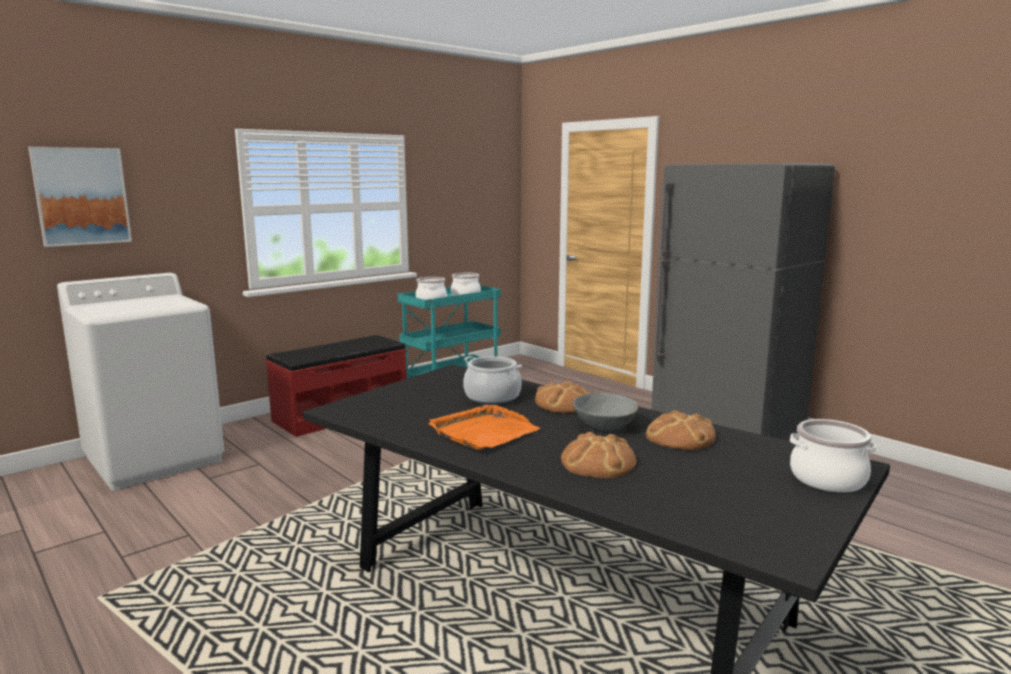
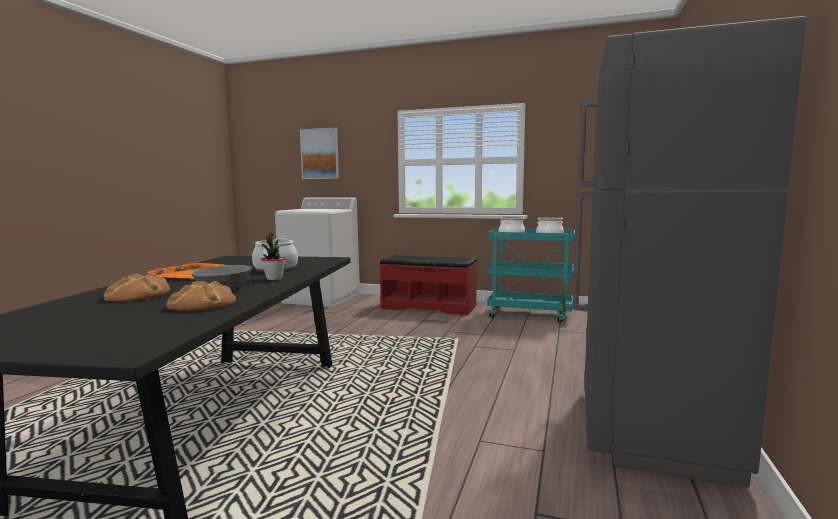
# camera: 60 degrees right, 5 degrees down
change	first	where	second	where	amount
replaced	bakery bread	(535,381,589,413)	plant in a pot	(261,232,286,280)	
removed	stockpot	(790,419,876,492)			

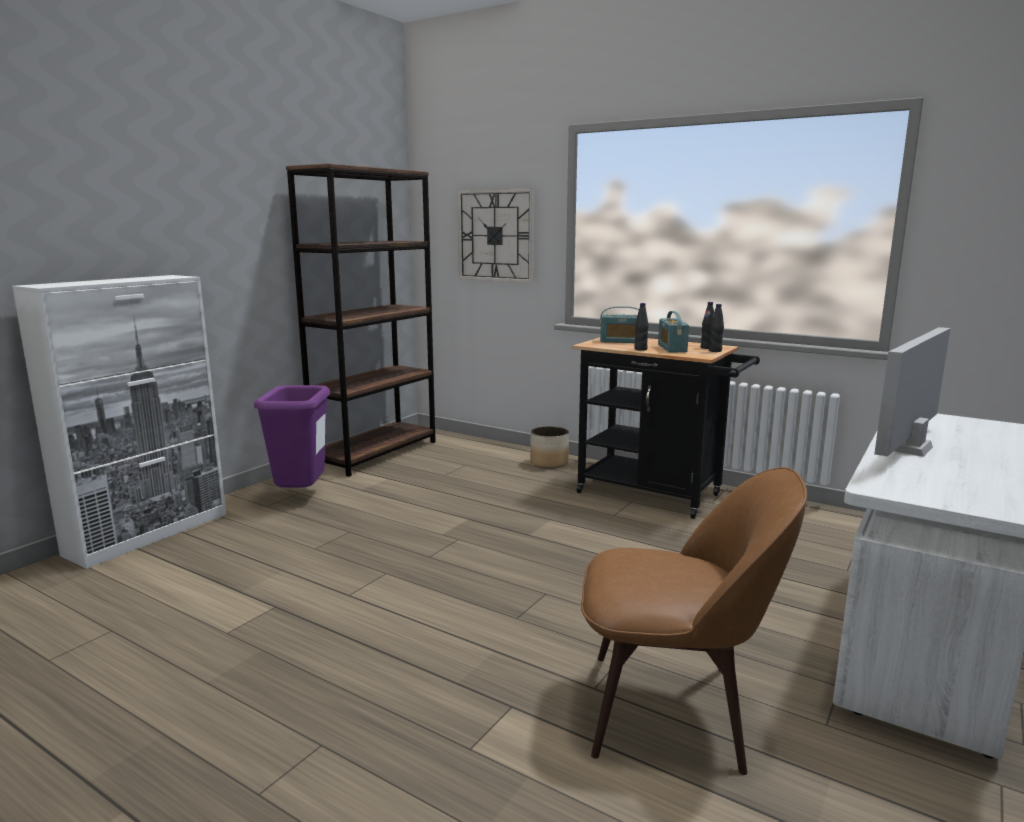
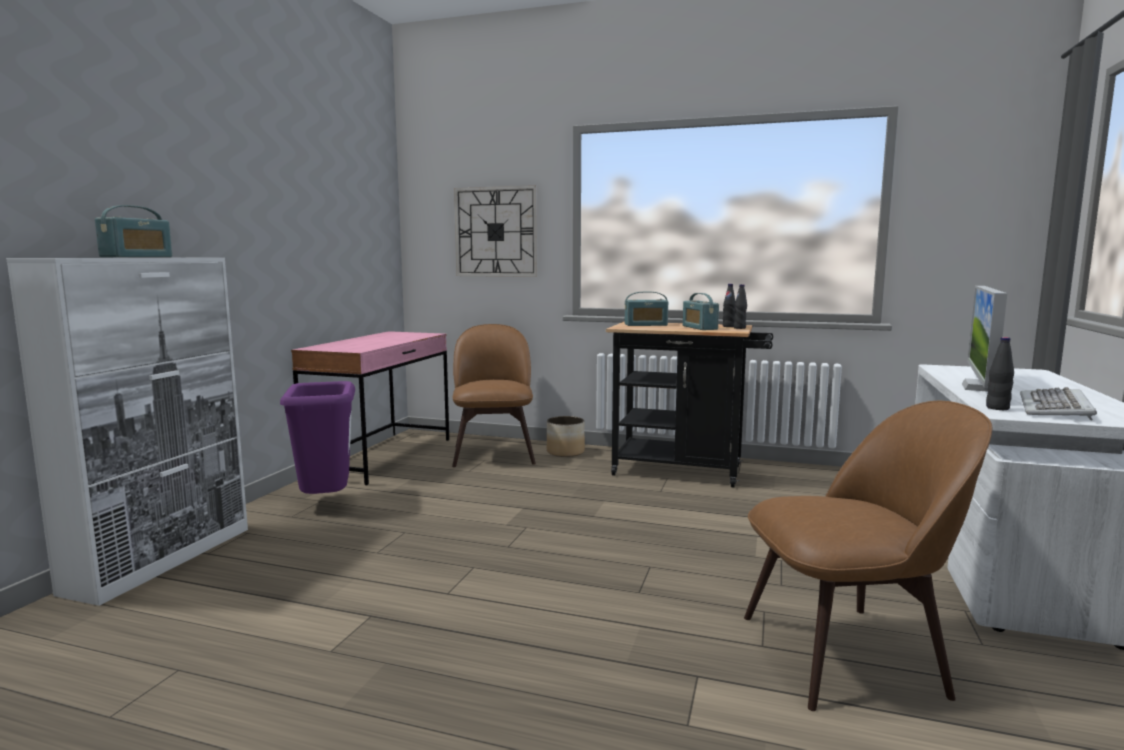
# camera: 15 degrees left, 5 degrees down
change	first	where	second	where	amount
added			radio set	(95,205,172,257)	
replaced	bookcase in brownish	(286,164,436,477)	desk table in pink	(291,331,449,485)	
added			upright chair in brownish	(452,324,536,467)	
moved	drink bottle in blackish	(634,303,649,351)		(986,337,1014,410)	
added			PC keyboard	(1020,387,1097,420)	

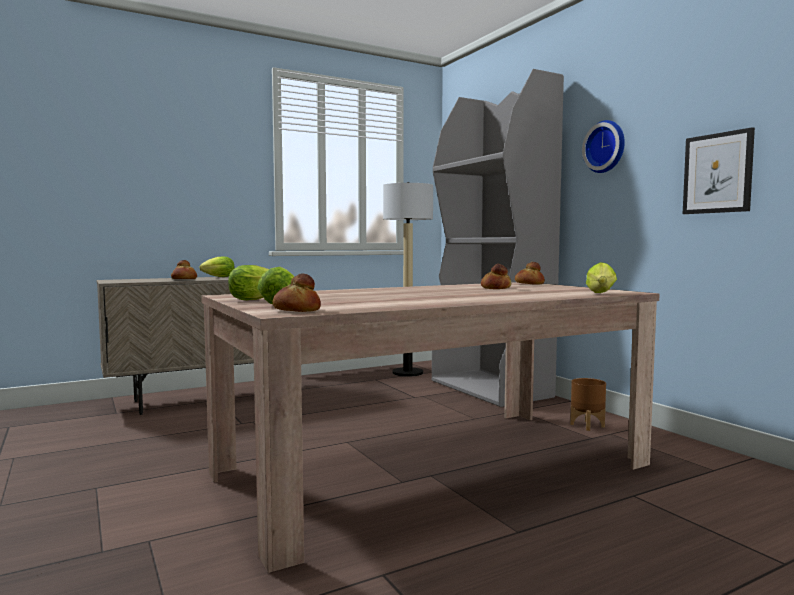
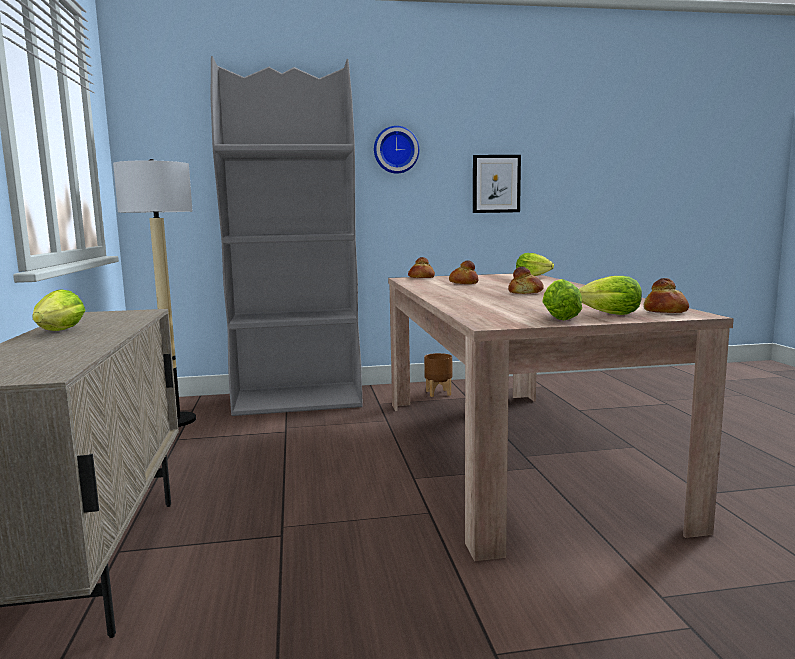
# camera: 70 degrees left, 5 degrees up
change	first	where	second	where	amount
moved	bakery bread	(171,260,197,279)		(508,267,544,294)	

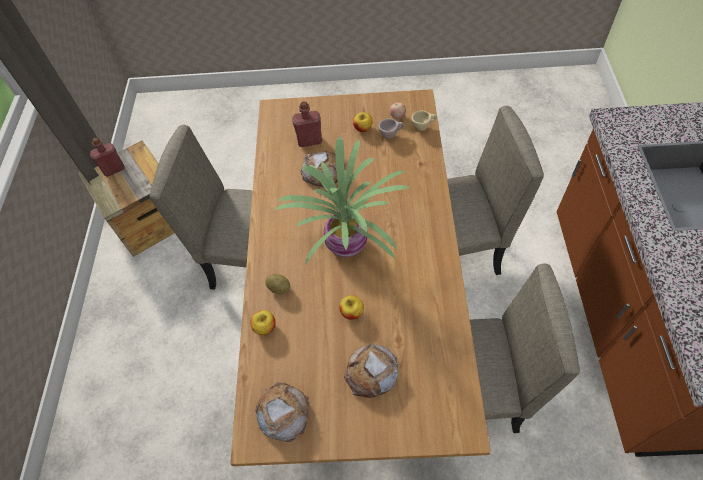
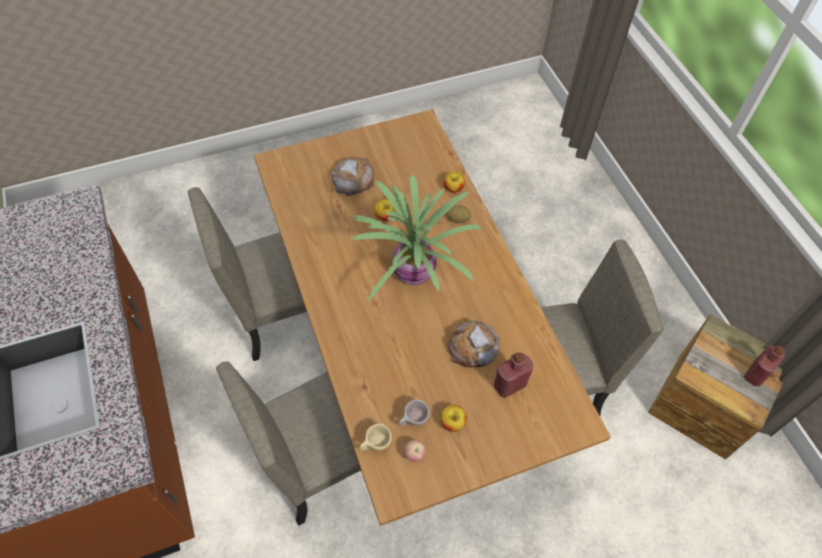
# camera: 155 degrees right, 0 degrees up
change	first	where	second	where	amount
removed	bakery bread	(255,383,309,442)			

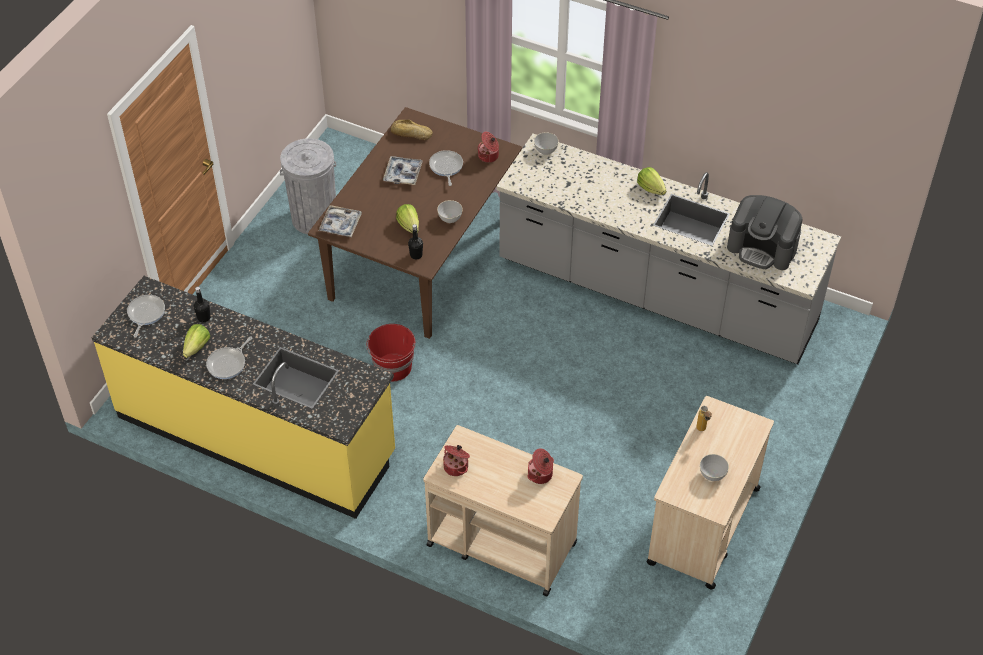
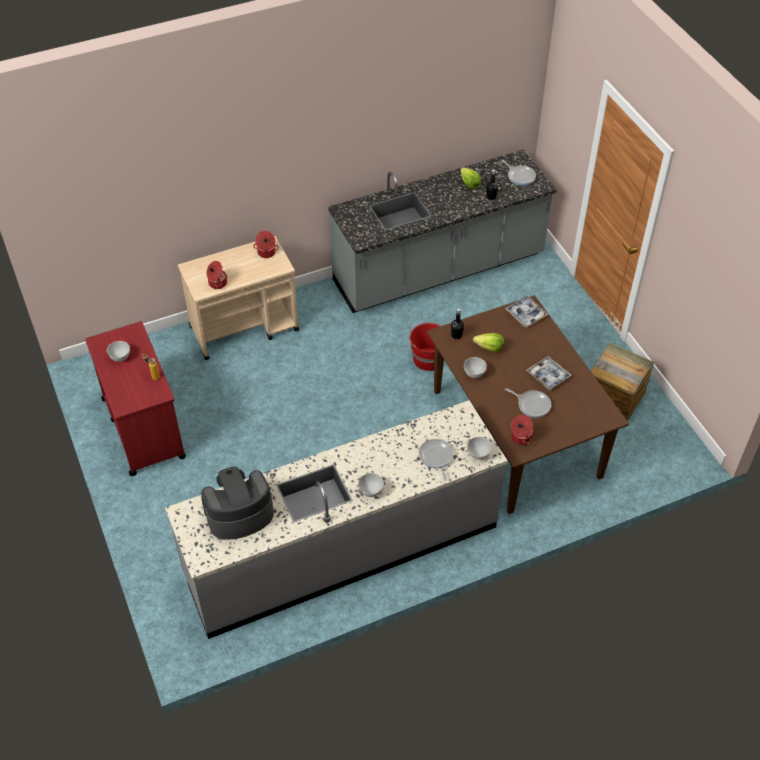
# camera: 130 degrees right, 0 degrees up
change	first	where	second	where	amount
recoloured	cart in beige	(646,396,774,590)	cart in reddish	(85,321,186,476)	
recoloured	counter in yellow	(91,276,395,519)	counter in greyish	(328,149,557,313)	
replaced	lettuce head	(637,167,666,195)	bowl in greyish	(358,473,384,497)	
moved	frying pan	(206,337,252,379)		(419,439,454,481)	
replaced	rubbish bin in greyish	(280,138,336,234)	shipping crate	(591,343,654,421)	
removed	bakery bread	(391,120,433,140)			

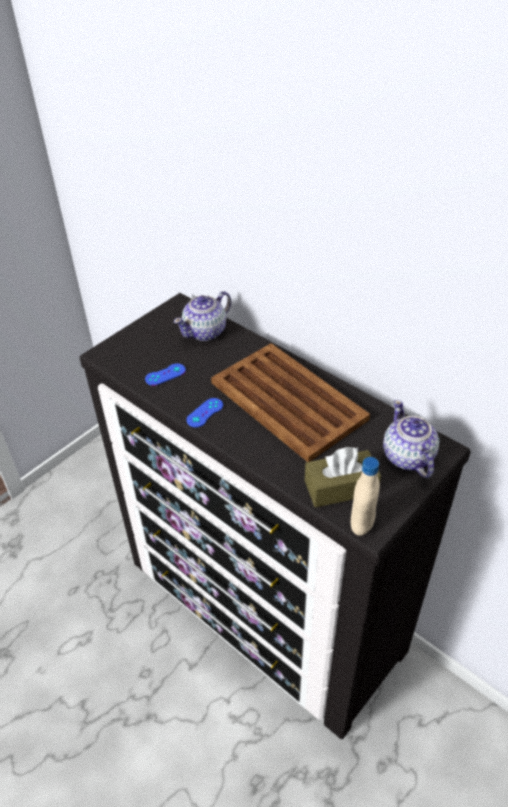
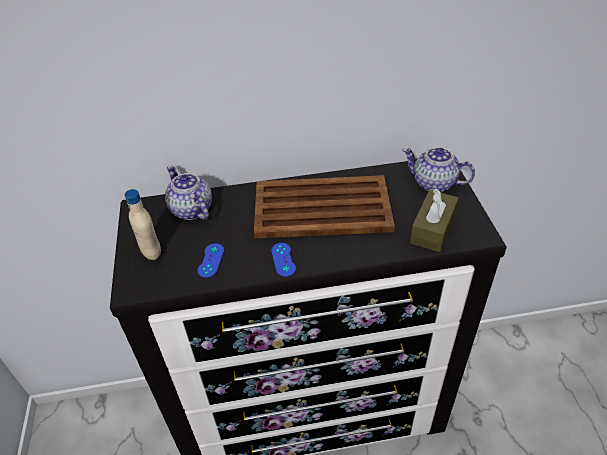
# camera: 50 degrees left, 0 degrees up
change	first	where	second	where	amount
moved	drink bottle in beige	(351,457,380,536)		(125,189,161,260)	
turned	tea pot	(174,291,231,341)		(165,166,212,220)	150 degrees clockwise

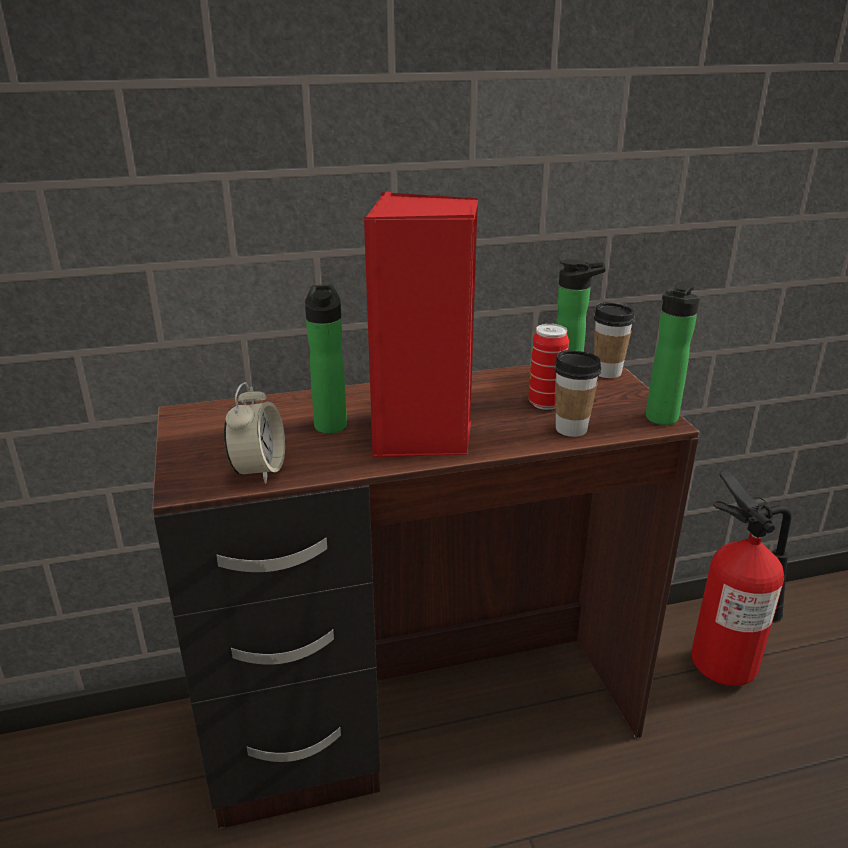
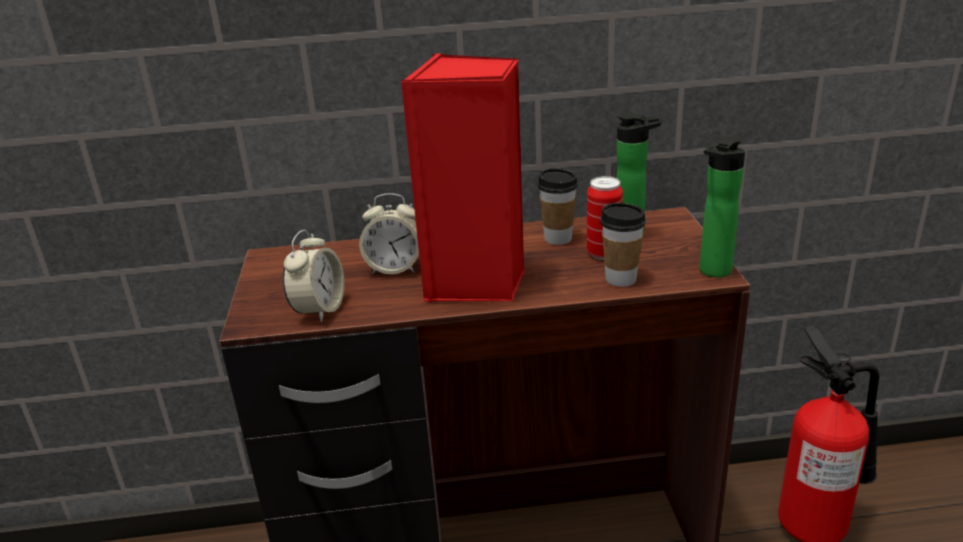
# camera: 10 degrees right, 0 degrees up
change	first	where	second	where	amount
replaced	drink bottle	(305,285,347,434)	alarm clock	(359,193,419,274)	
moved	small cup	(594,302,635,378)		(538,168,578,245)	

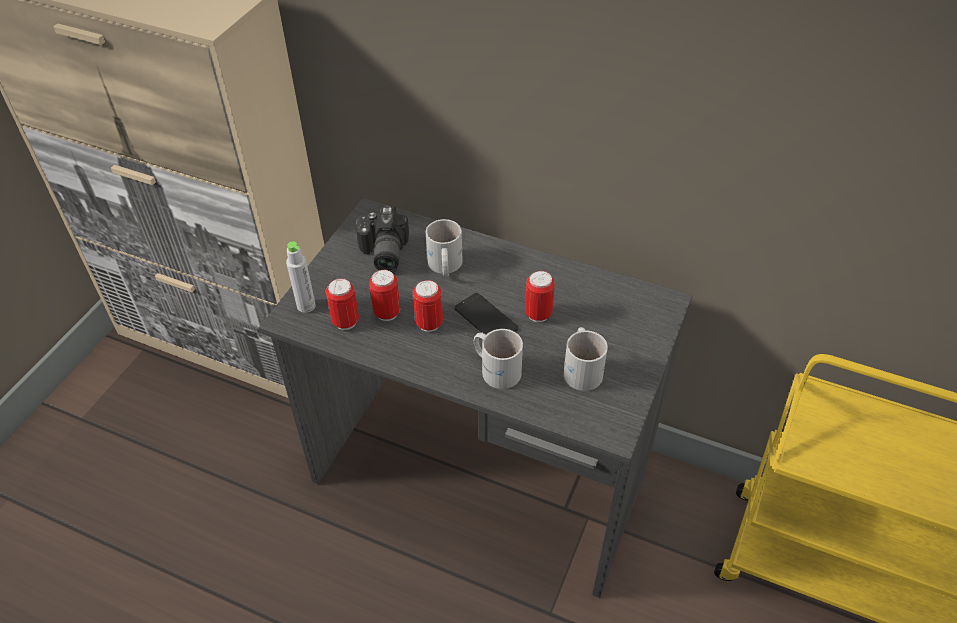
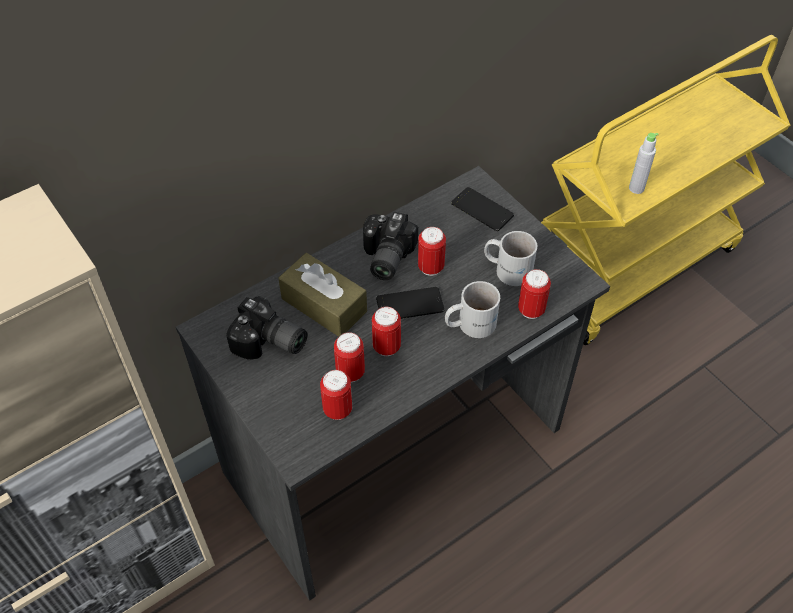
# camera: 60 degrees left, 5 degrees up
change	first	where	second	where	amount
replaced	coffee mug in white-coloured	(426,219,463,277)	box of tissues in brownish	(278,253,367,337)	
added			photo camera	(363,212,418,280)	
added			handset	(451,187,514,231)	
added			metal can	(518,269,551,319)	
moved	drink bottle in greyish	(286,241,316,313)		(629,133,659,194)	

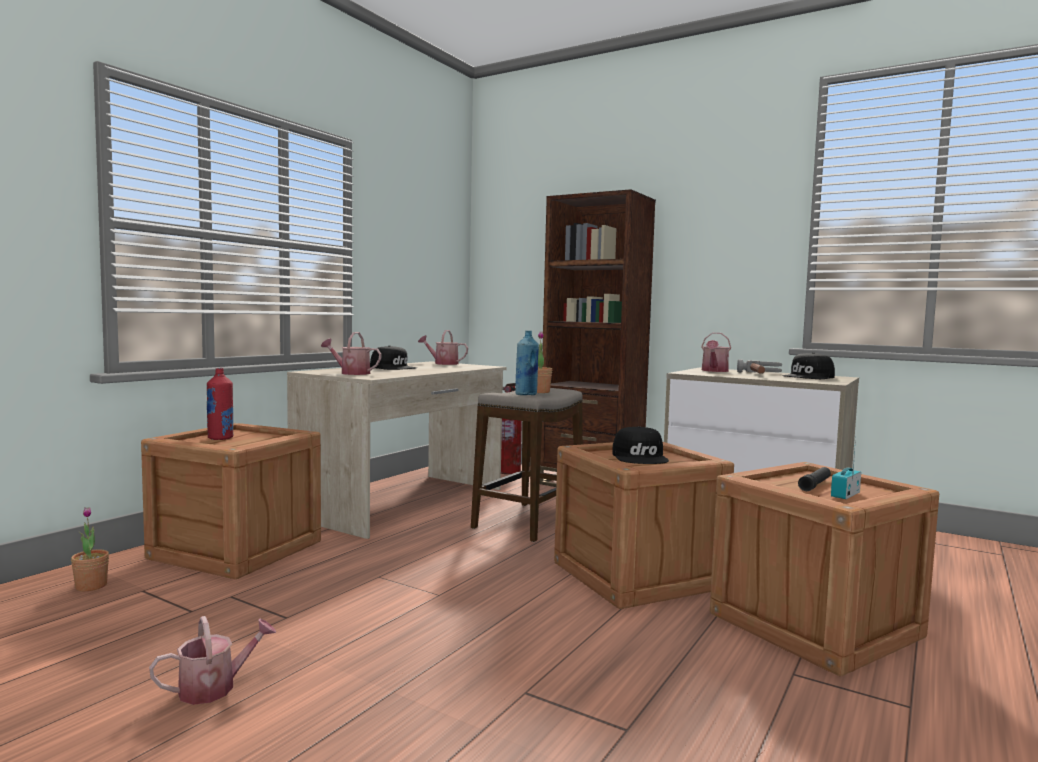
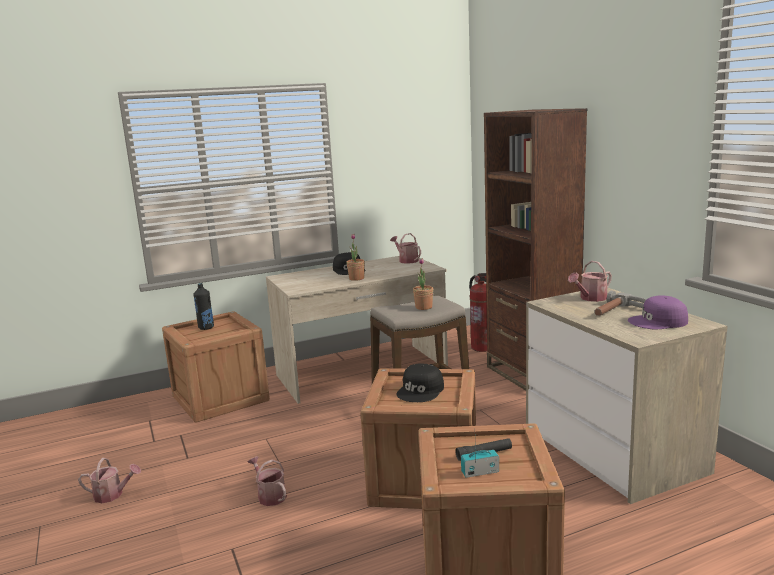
# camera: 35 degrees right, 10 degrees up
change	first	where	second	where	amount
recoloured	drink bottle in reddish	(207,368,233,440)	drink bottle in blackish	(193,283,214,330)	
moved	watering can	(321,332,382,375)		(248,456,287,506)	
moved	plant in a pot	(71,507,109,591)		(347,234,365,281)	
recoloured	baseball cap in blackish	(783,352,835,379)	baseball cap in purplish	(628,295,688,329)	
removed	drink bottle in blue	(515,330,539,395)			

